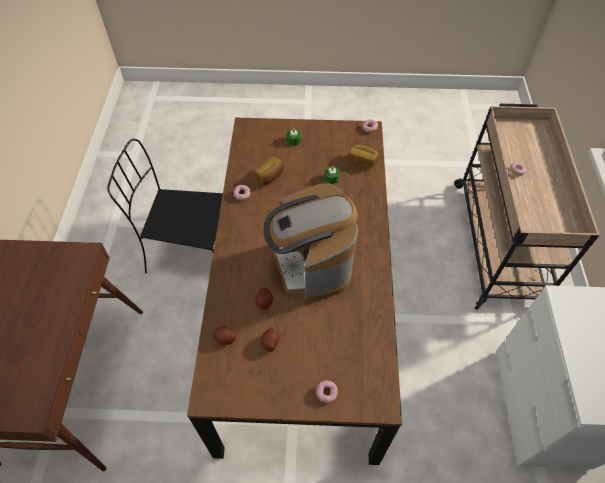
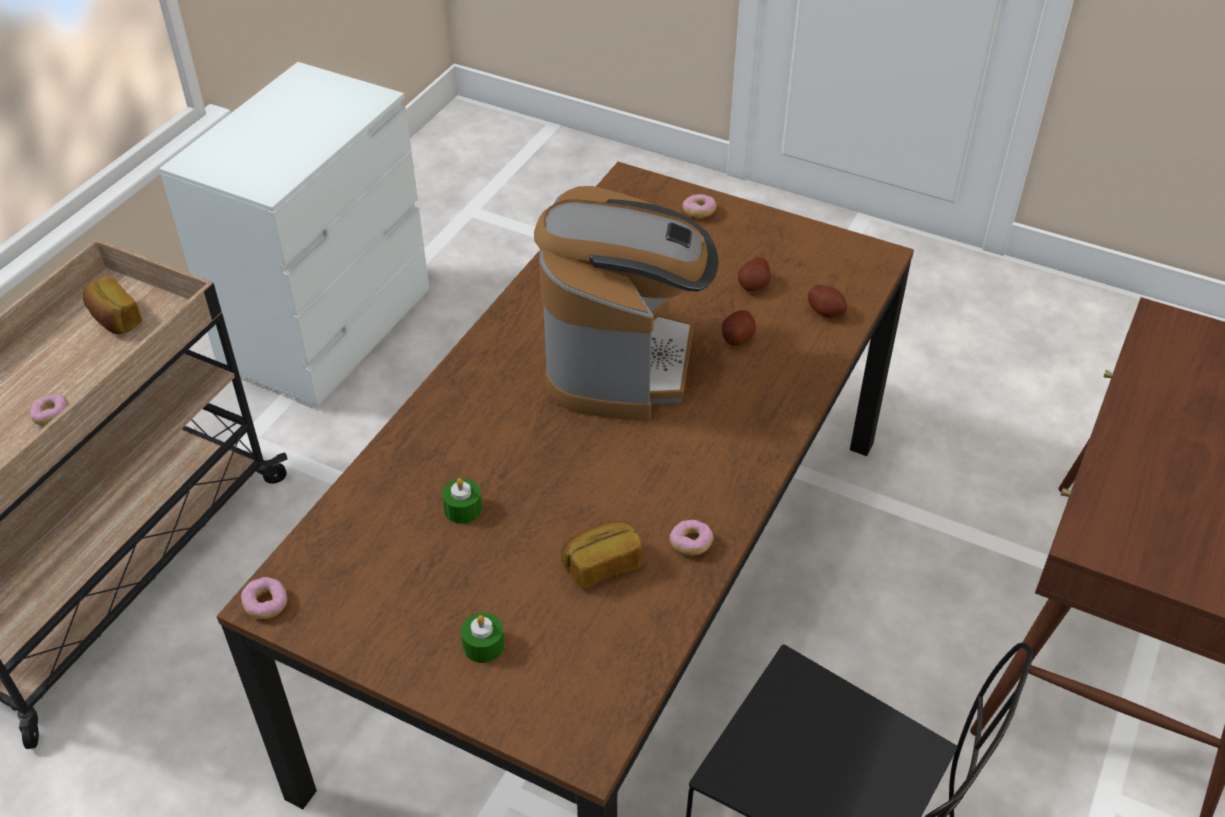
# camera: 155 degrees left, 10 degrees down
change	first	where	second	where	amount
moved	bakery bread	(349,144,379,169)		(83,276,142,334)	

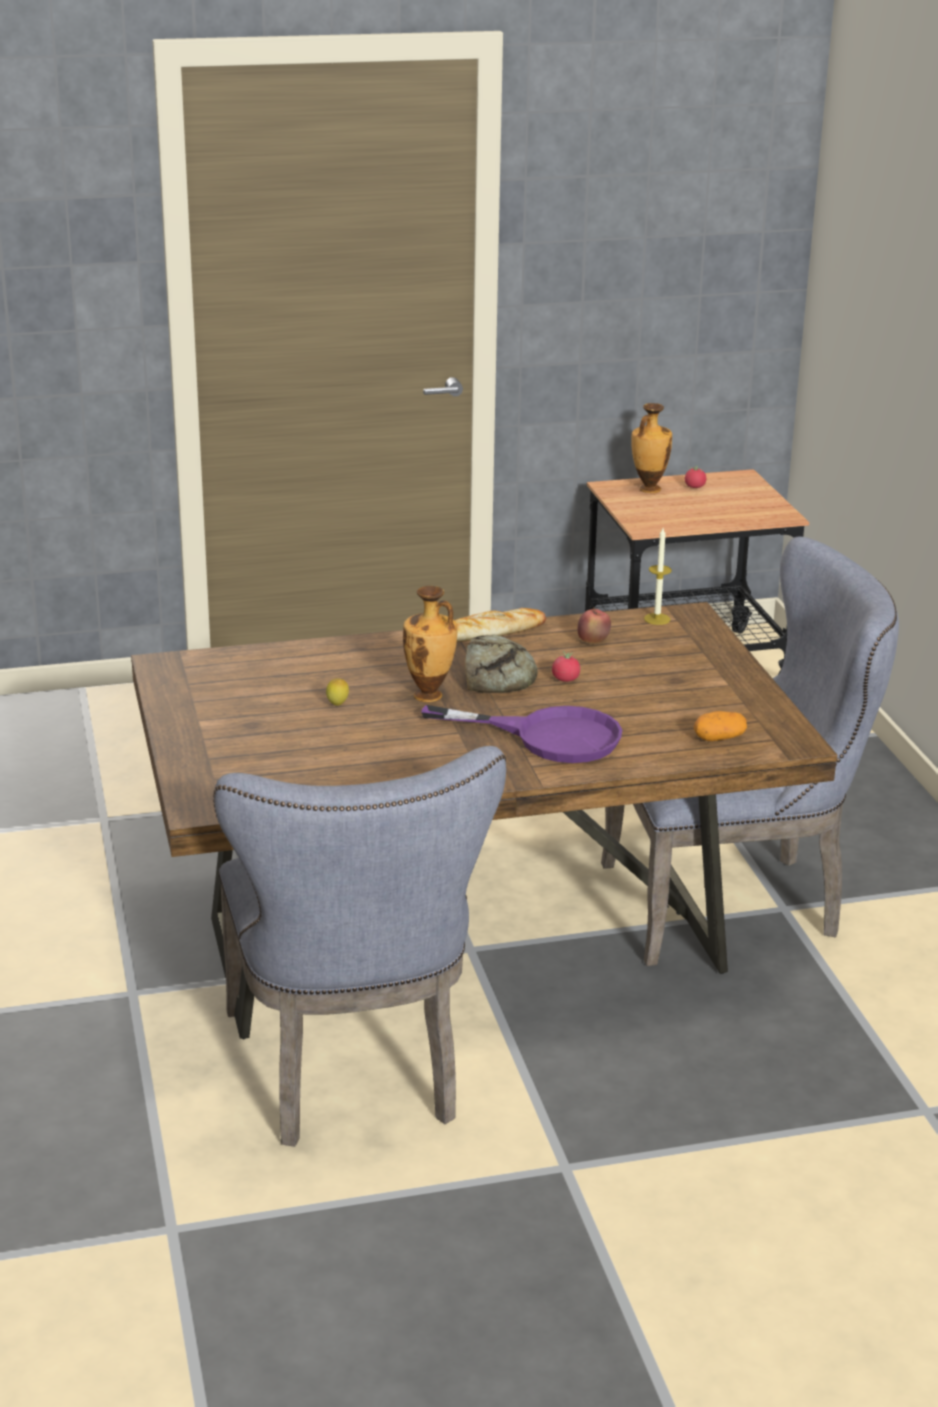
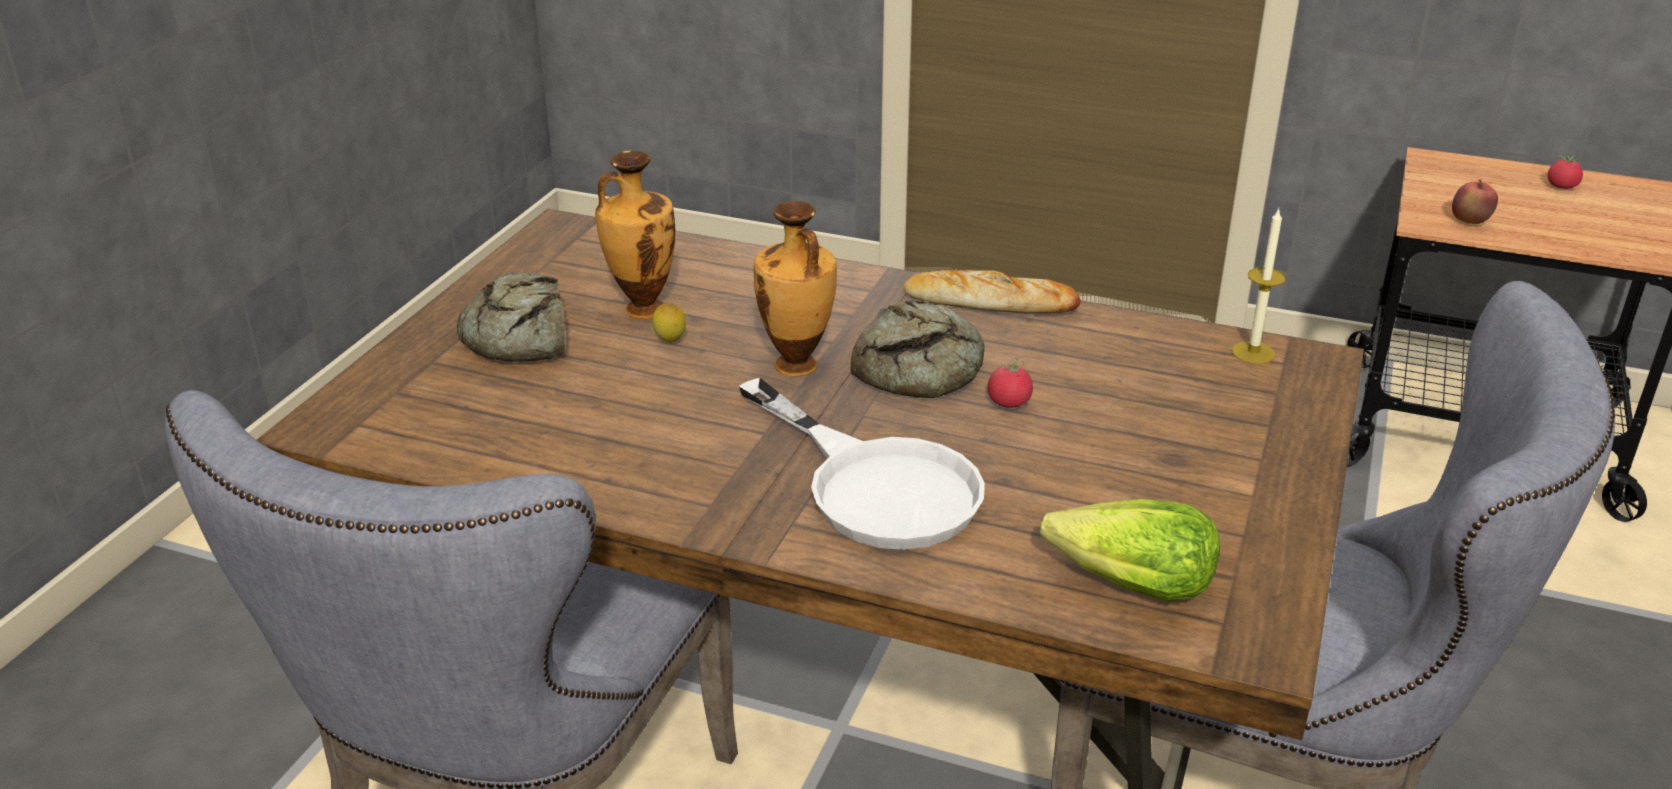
# camera: 35 degrees right, 5 degrees up
change	first	where	second	where	amount
added			bakery bread	(457,273,565,362)	
moved	decorative vase	(631,403,672,493)		(595,150,675,319)	
recoloured	frying pan in purplish	(421,705,622,763)	frying pan in white-coloured	(739,378,985,550)	
replaced	spud	(693,711,747,741)	lettuce head	(1040,499,1220,602)	
moved	whole apple	(577,608,611,644)		(1452,179,1498,224)	

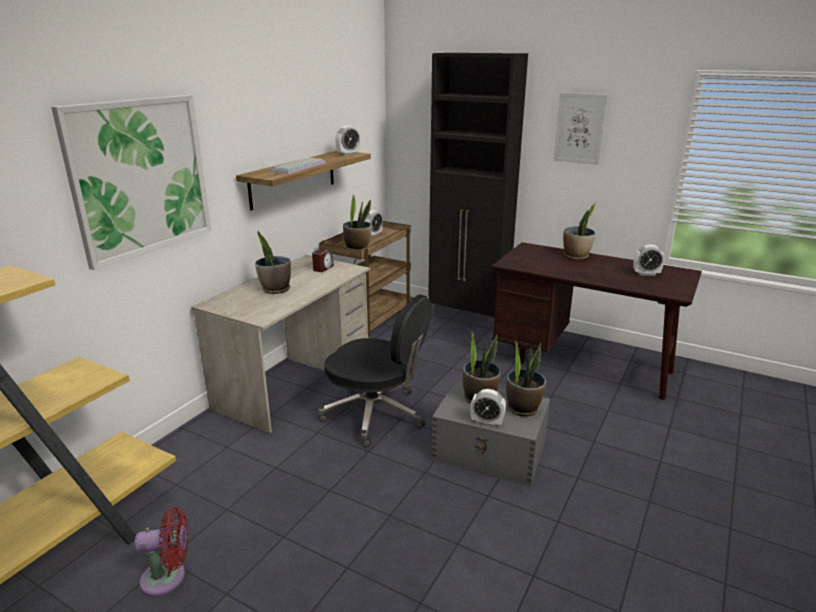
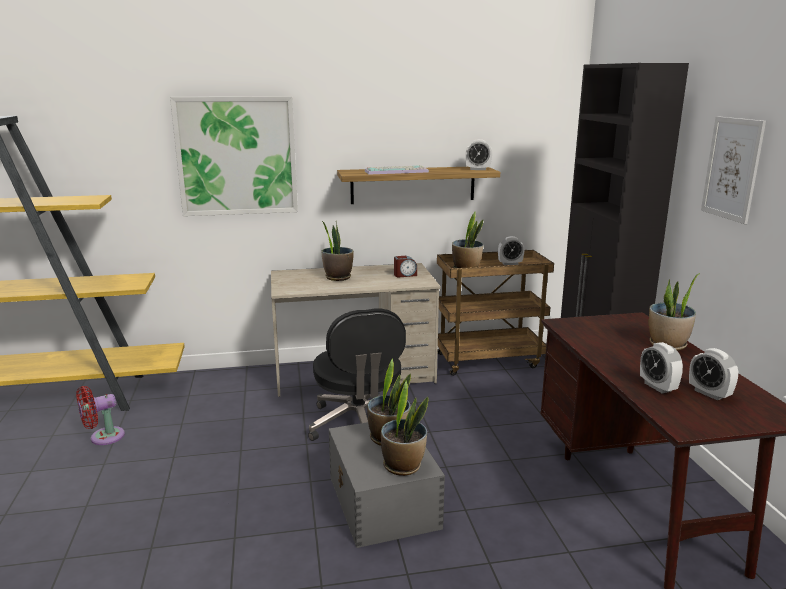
# camera: 50 degrees right, 5 degrees down
change	first	where	second	where	amount
turned	fan in reddish	(134,507,188,597)		(76,386,125,445)	105 degrees clockwise
moved	alarm clock	(470,389,506,427)		(640,342,683,394)	

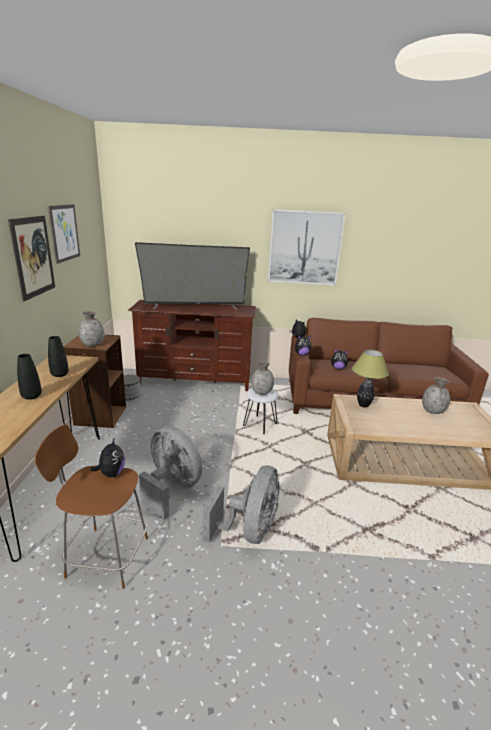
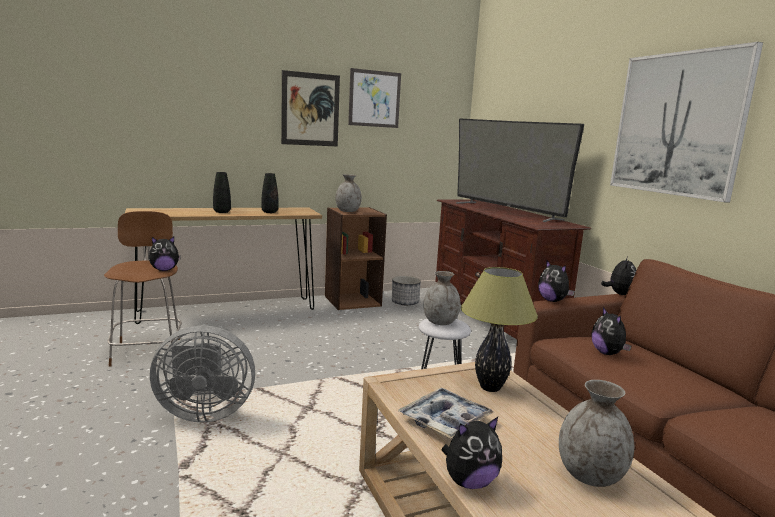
# camera: 65 degrees right, 10 degrees down
change	first	where	second	where	amount
added			tray	(398,388,494,438)	
added			plush toy	(442,417,502,489)	
removed	fan in greyish	(139,426,202,520)			

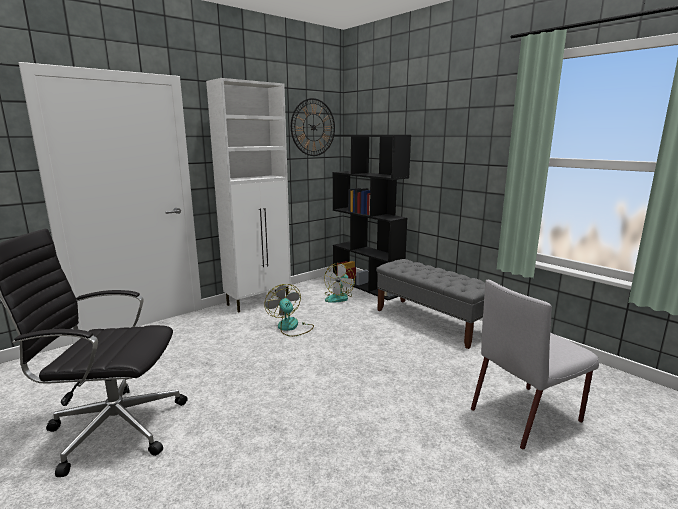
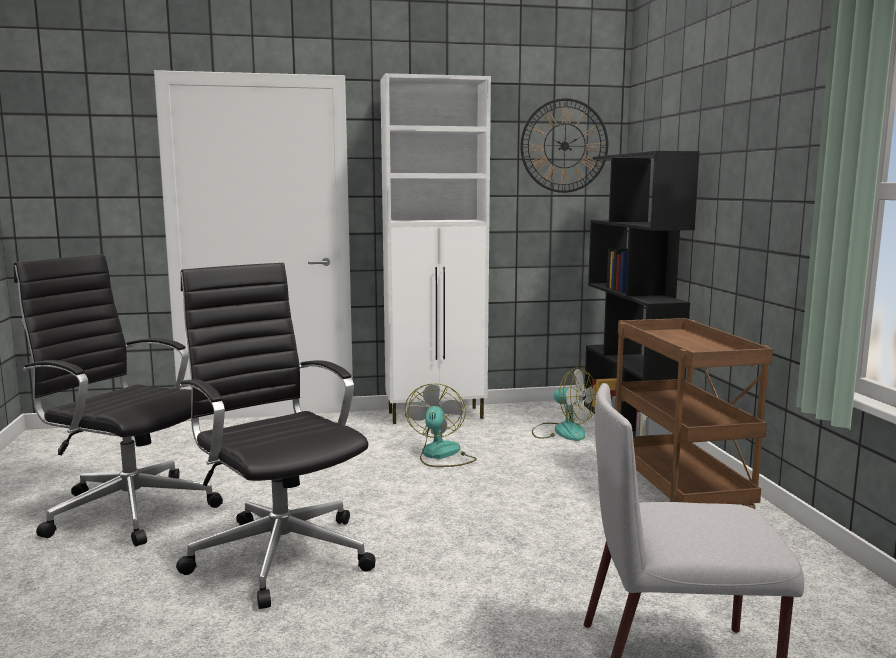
# camera: 30 degrees right, 5 degrees down
change	first	where	second	where	amount
added			desk chair in blackish	(176,263,376,609)	
turned	fan	(324,263,355,303)		(532,367,597,441)	105 degrees counterclockwise
replaced	bench in greyish	(376,259,485,349)	cart in brownish	(615,318,773,509)	

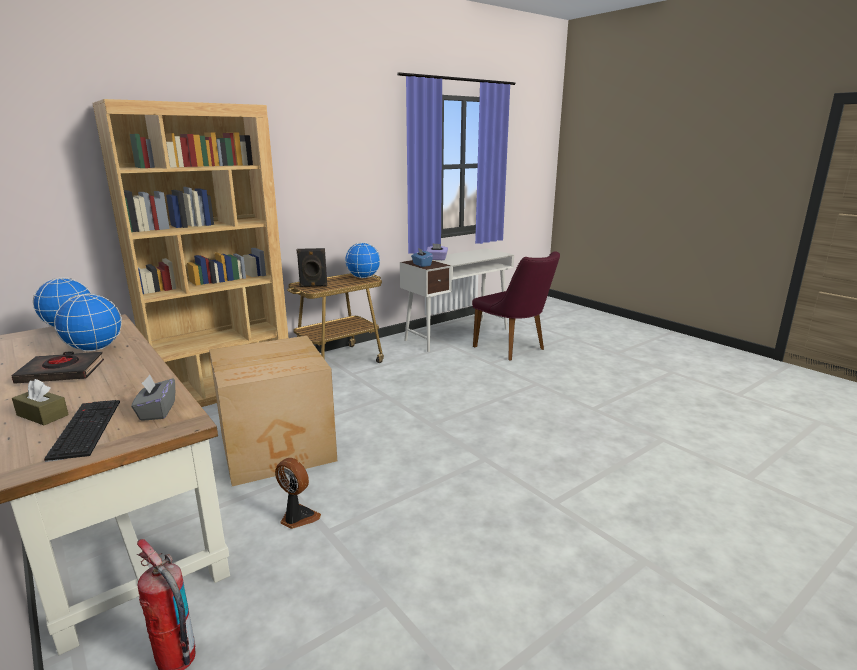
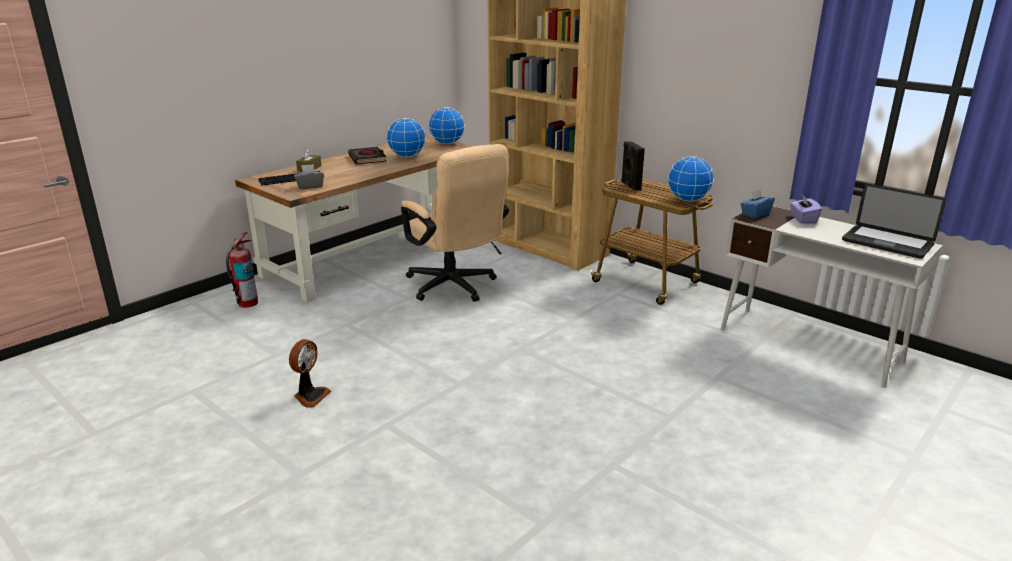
# camera: 80 degrees right, 5 degrees up
change	first	where	second	where	amount
moved	fan	(275,458,321,529)		(289,339,331,408)	
replaced	packing box	(209,336,337,486)	desk chair in beige	(401,144,509,302)	
added			laptop	(842,184,946,259)	
removed	upright chair in purplish	(472,252,560,360)			

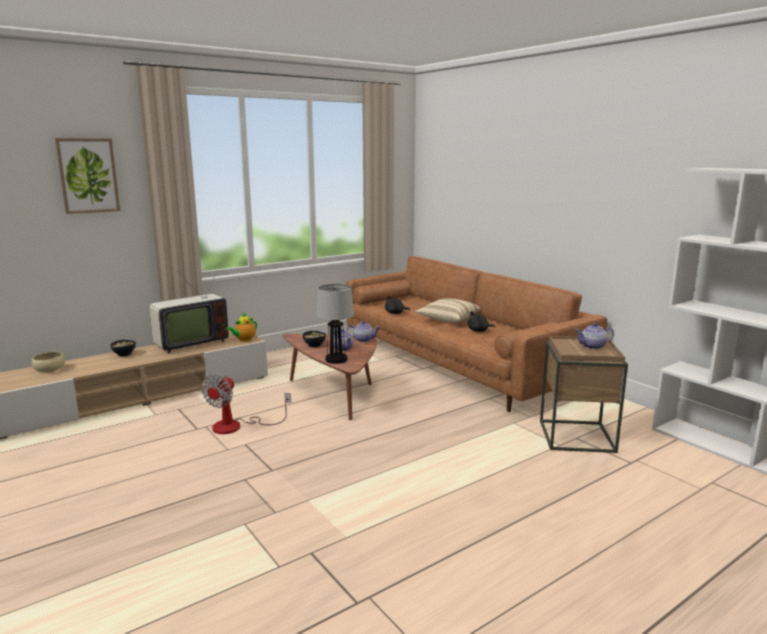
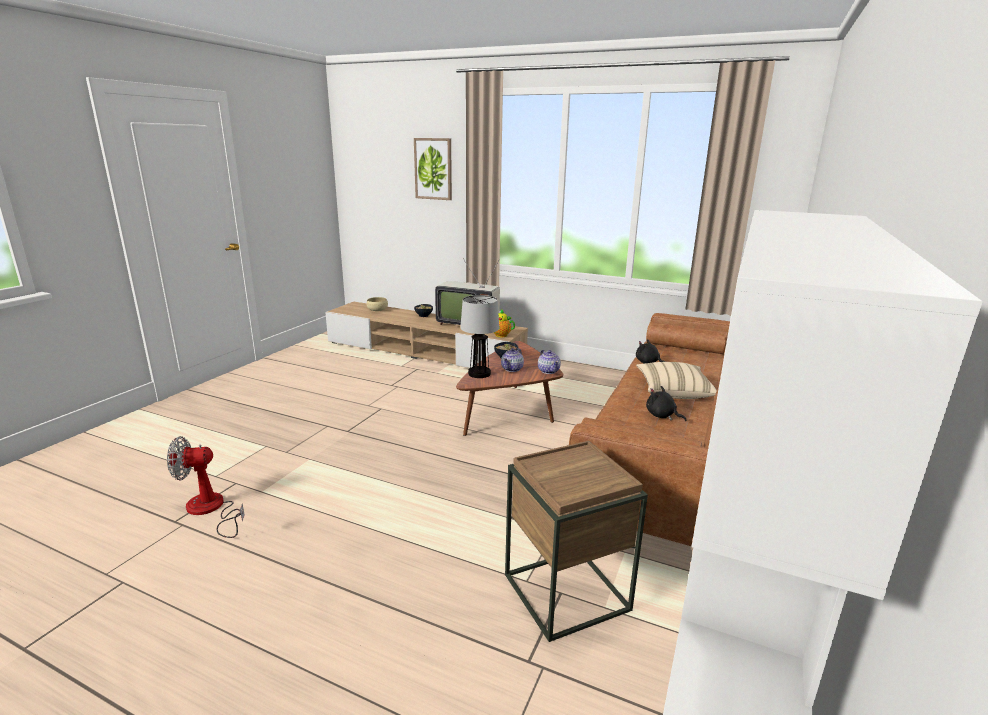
# camera: 60 degrees right, 5 degrees up
change	first	where	second	where	amount
moved	fan	(201,374,291,434)		(167,436,245,538)	
removed	tea pot	(575,323,614,349)			

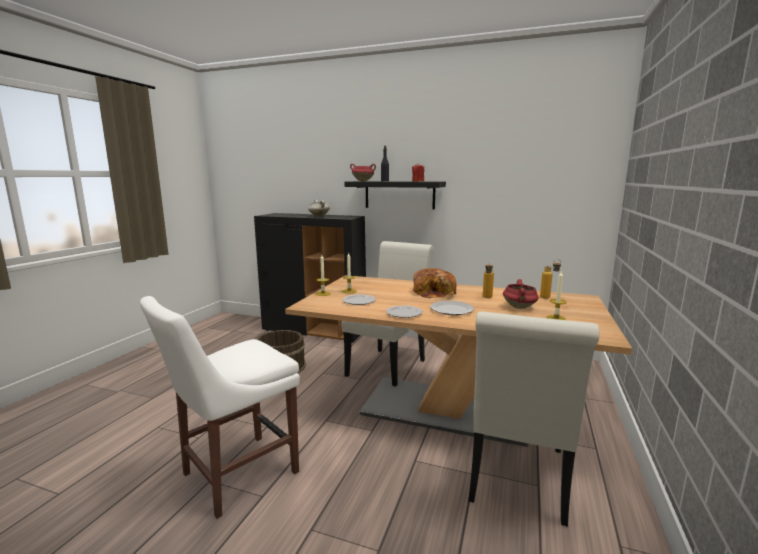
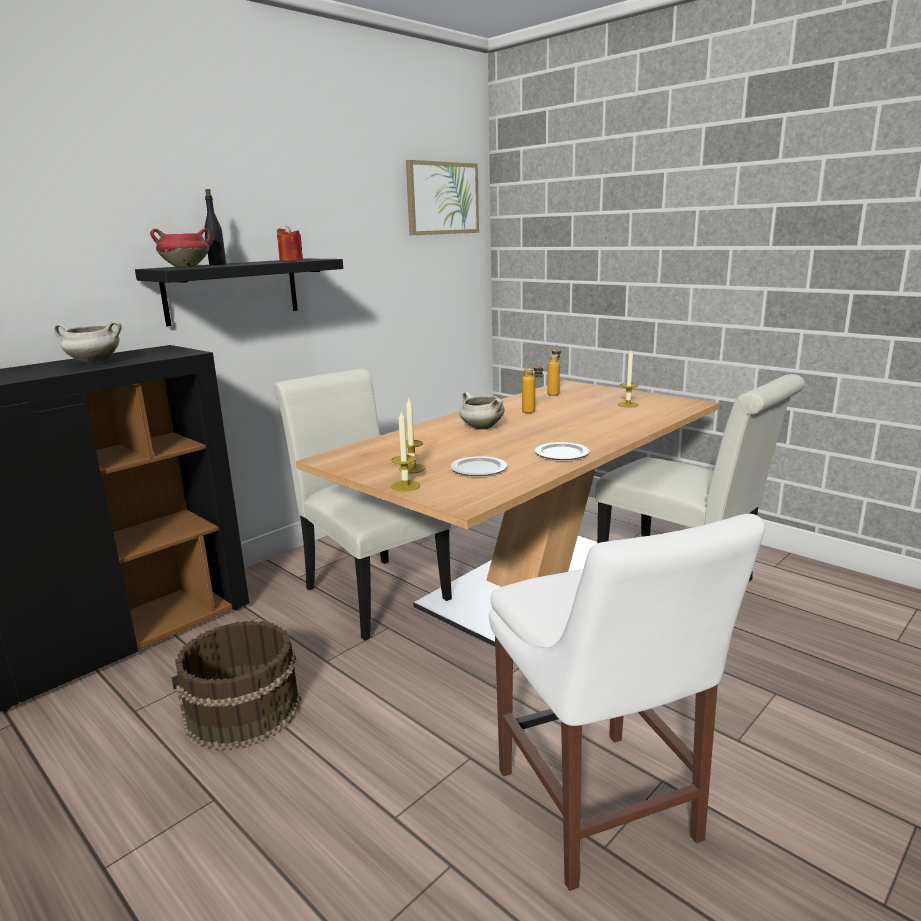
# camera: 65 degrees left, 5 degrees up
change	first	where	second	where	amount
added			wall art	(406,160,479,235)	
replaced	bakery bread	(413,268,456,298)	stockpot in white-coloured	(459,392,505,430)	
removed	plate	(430,301,474,315)			
removed	stockpot in reddish	(503,279,539,309)			

